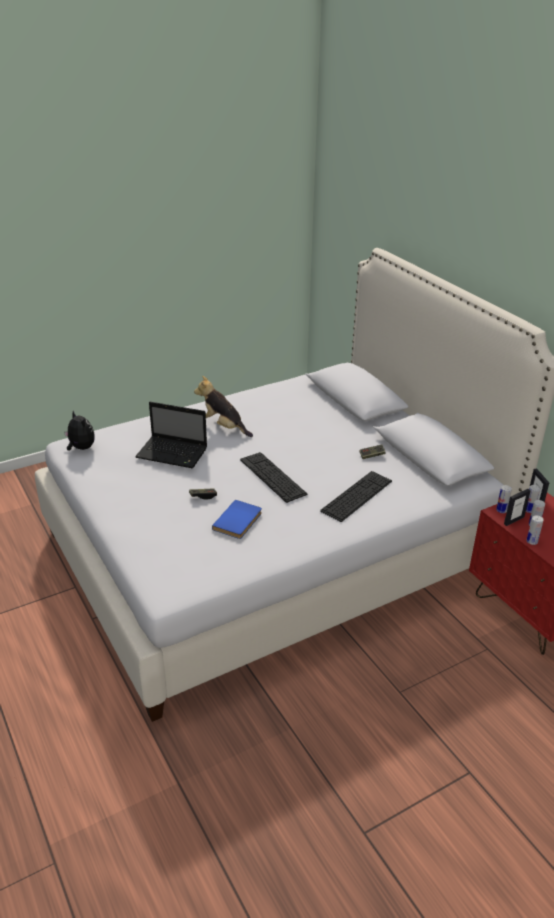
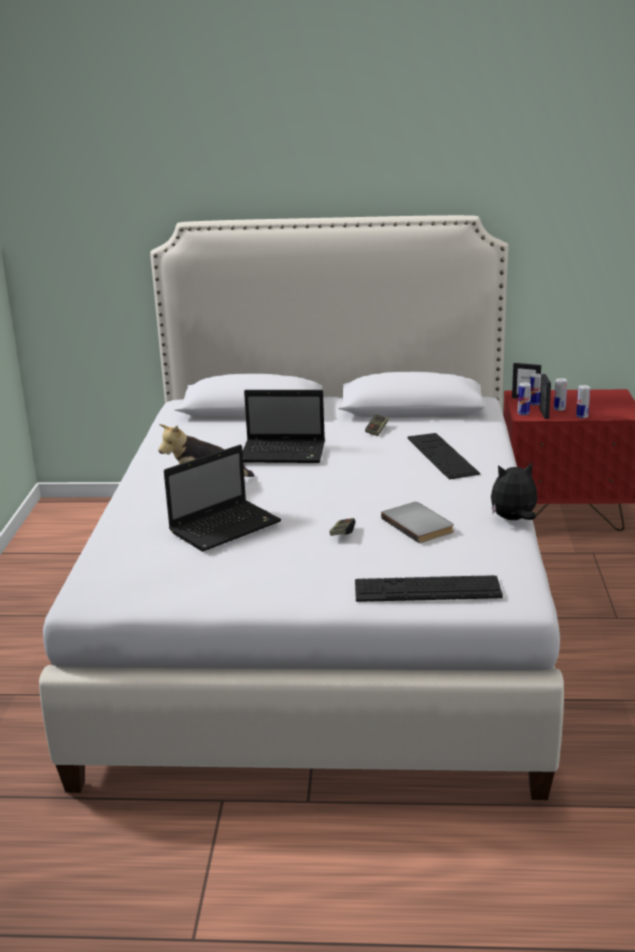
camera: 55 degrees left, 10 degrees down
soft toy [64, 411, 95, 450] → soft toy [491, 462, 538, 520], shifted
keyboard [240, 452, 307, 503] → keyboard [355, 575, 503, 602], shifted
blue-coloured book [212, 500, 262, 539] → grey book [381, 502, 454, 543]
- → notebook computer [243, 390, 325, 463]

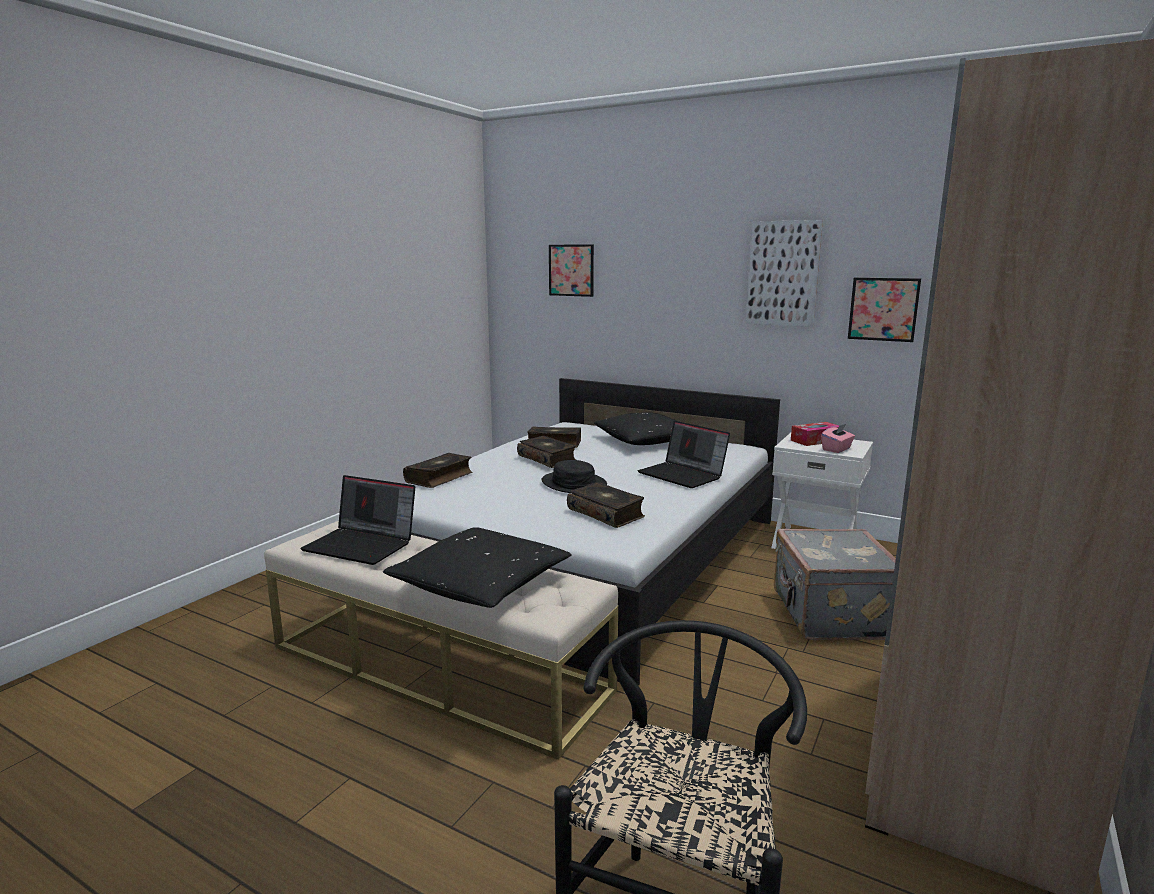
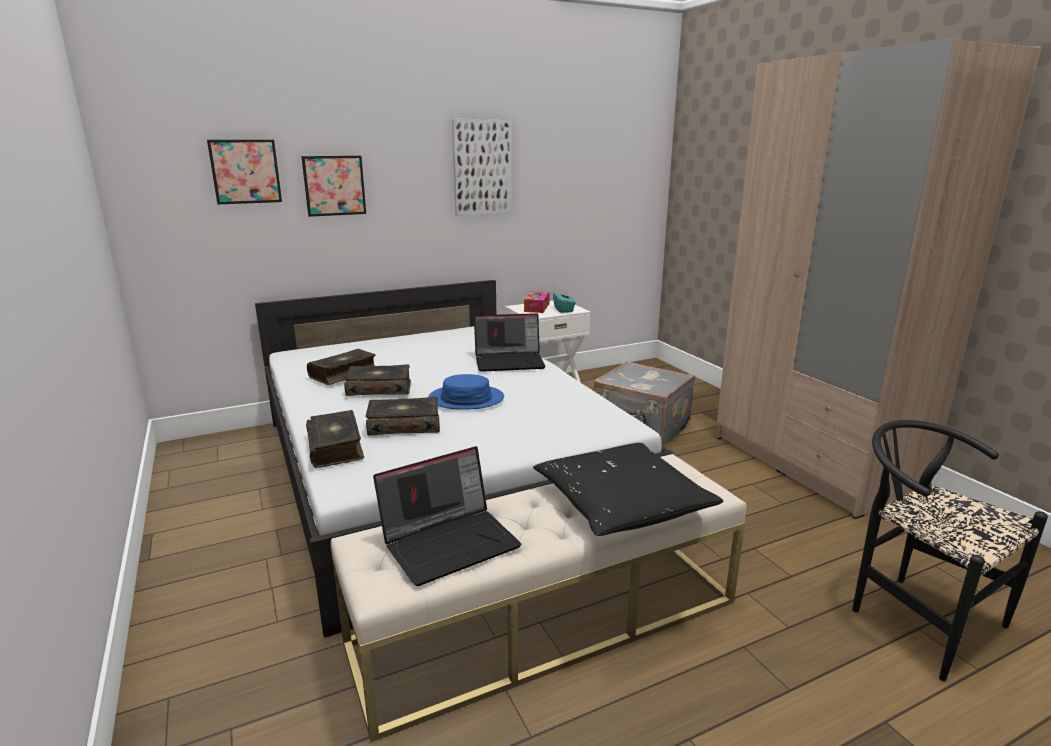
camera: 55 degrees left, 5 degrees up
picture [848, 278, 921, 342] → picture [301, 156, 366, 217], shifted
blackish throw pillow [594, 412, 676, 445] → -
pink tissue holder [821, 423, 855, 453] → turquoise tissue holder [553, 289, 576, 313]
blackish hat [542, 460, 607, 493] → blue-coloured hat [428, 374, 504, 410]
book [567, 482, 645, 528] → book [365, 397, 440, 435], shifted

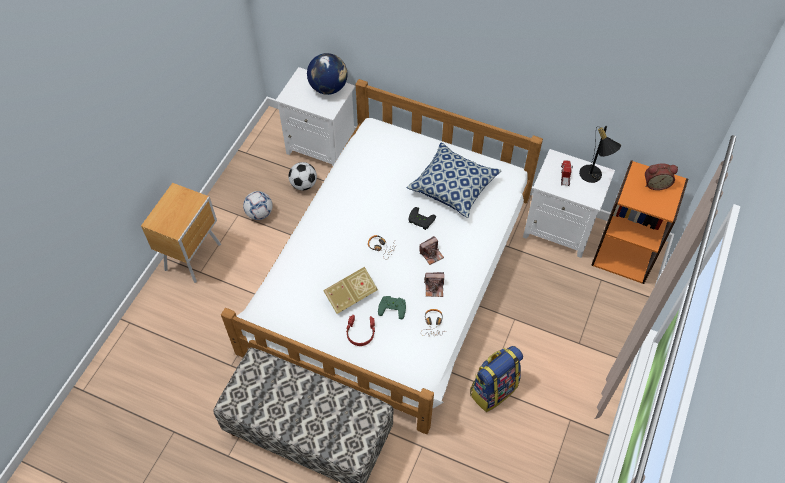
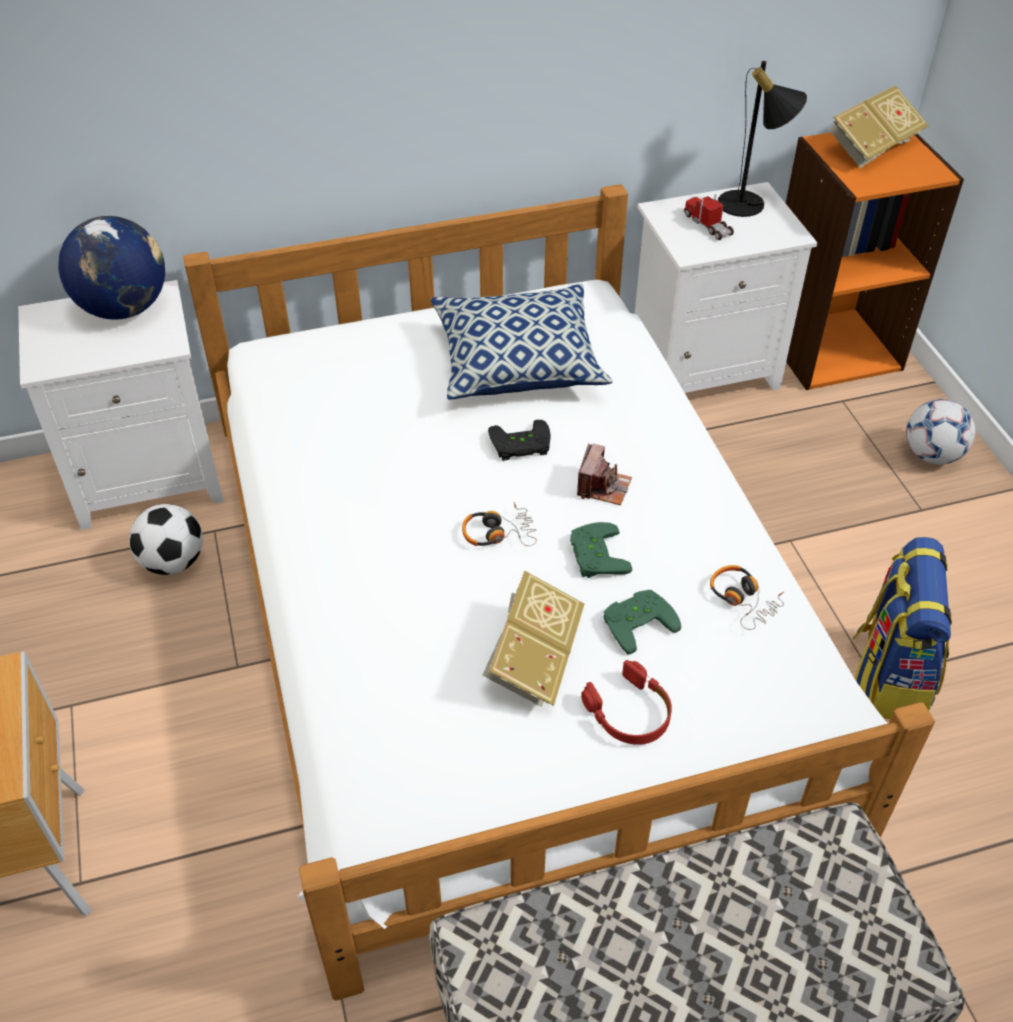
camera: 40 degrees left, 10 degrees down
bedside clock [645, 163, 678, 190] → book [829, 85, 929, 168]
football [243, 191, 272, 220] → football [906, 399, 975, 464], shifted
still camera [424, 272, 444, 297] → -
- → greenish joypad [570, 522, 632, 578]

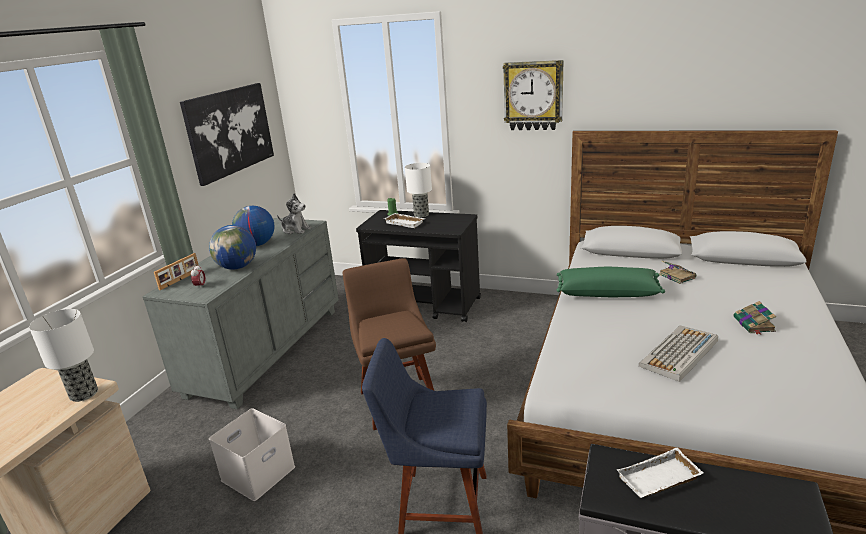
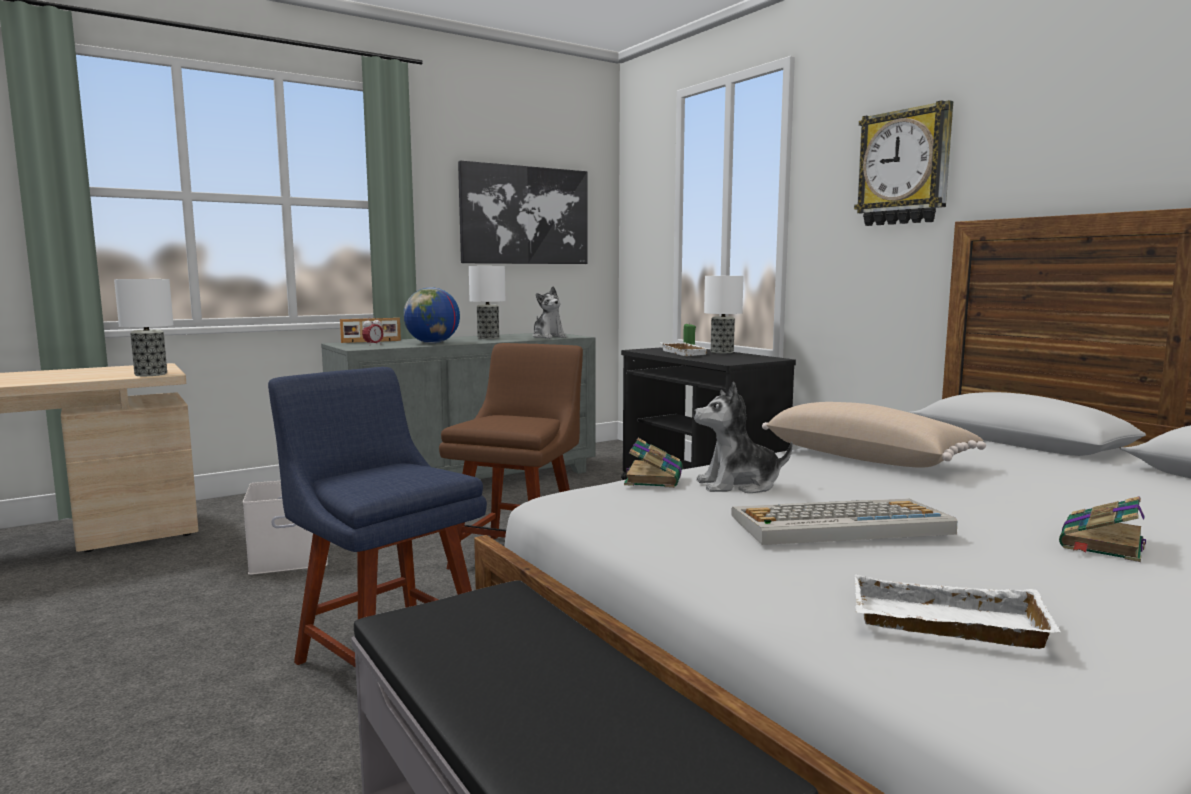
camera: 35 degrees right, 15 degrees down
desk globe [232, 206, 274, 246] → tabletop lamp [469, 266, 505, 339]
book [659, 261, 696, 284] → book [624, 438, 683, 488], shifted
greenish throw pillow [557, 267, 665, 297] → beige-coloured throw pillow [762, 402, 986, 468]
white-coloured tray [617, 448, 703, 498] → white-coloured tray [855, 575, 1061, 649], shifted
- → soft toy [694, 382, 793, 493]

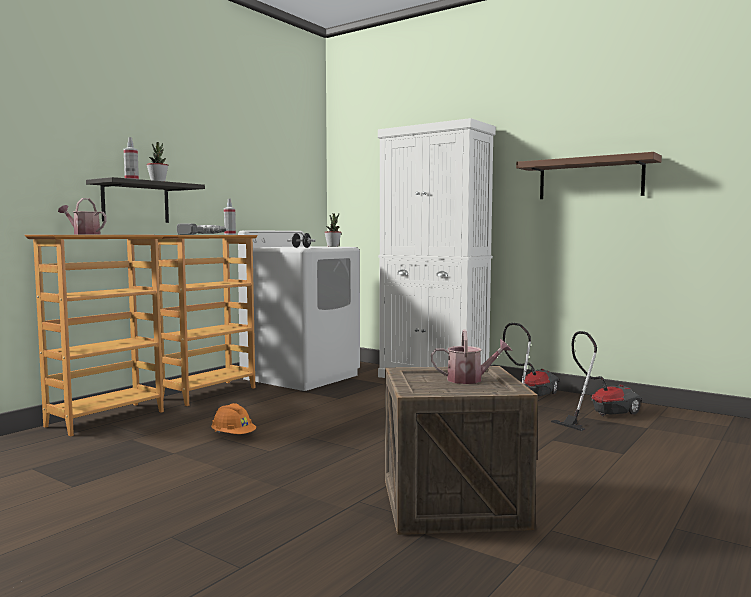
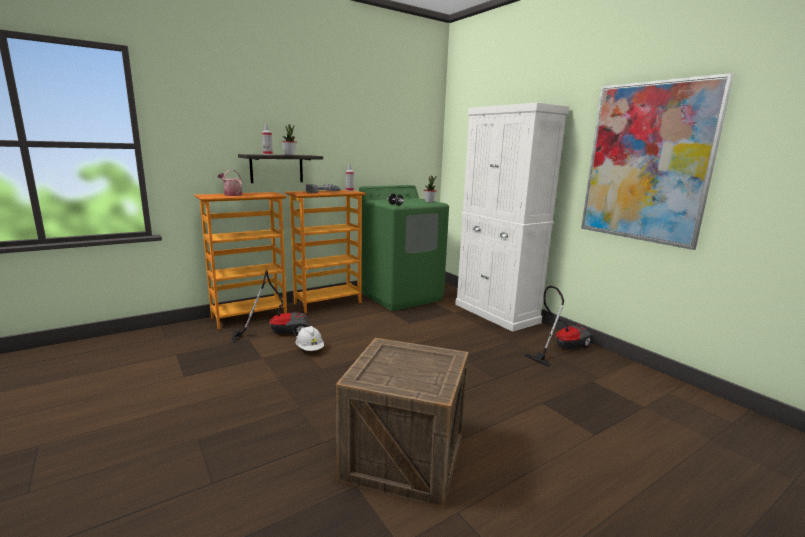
camera: 20 degrees right, 10 degrees up
brown-coloured wall shelf [516, 152, 662, 199] → picture [581, 73, 734, 250]
white-coloured laundry appliance [238, 230, 360, 391] → greenish laundry appliance [359, 185, 449, 311]
sprinkling can [431, 329, 512, 384] → -
hoover [551, 331, 642, 431] → hoover [231, 270, 309, 343], shifted
orange hard hat [211, 403, 256, 434] → white-coloured hard hat [296, 326, 324, 351]

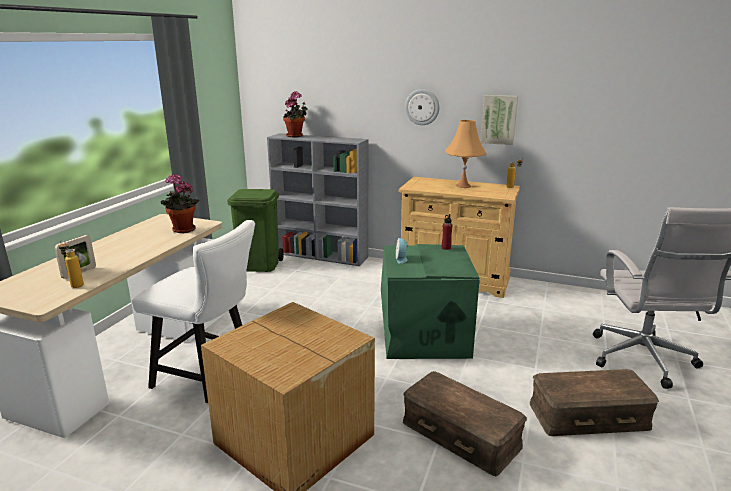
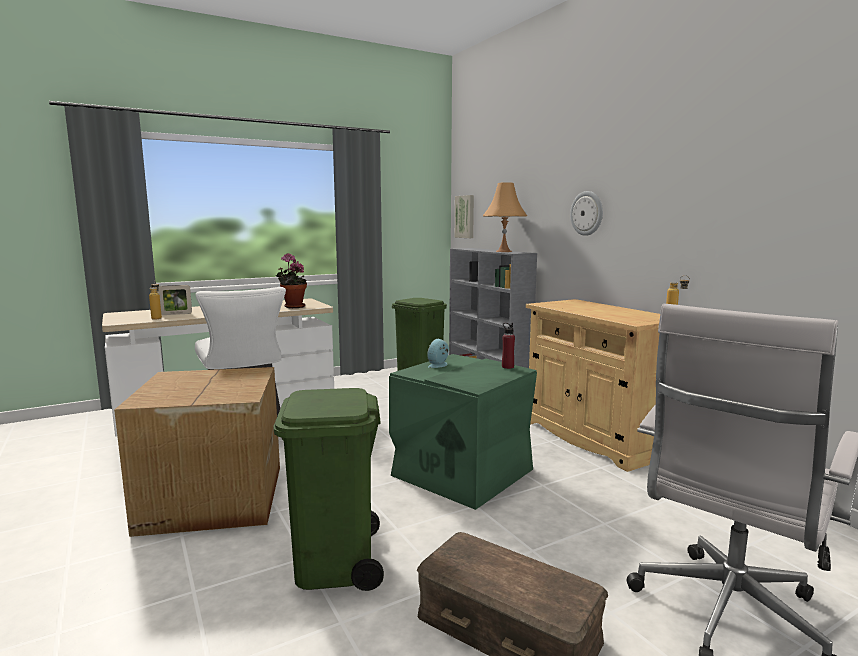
camera: 40 degrees right, 10 degrees down
potted plant [283, 91, 308, 137] → -
picture [481, 95, 518, 145] → picture [455, 195, 474, 238], shifted
orange tabletop lamp [445, 120, 487, 188] → orange tabletop lamp [483, 182, 527, 252], shifted
brown-coloured storage bin [403, 371, 527, 476] → greenish rubbish bin [273, 388, 384, 591]

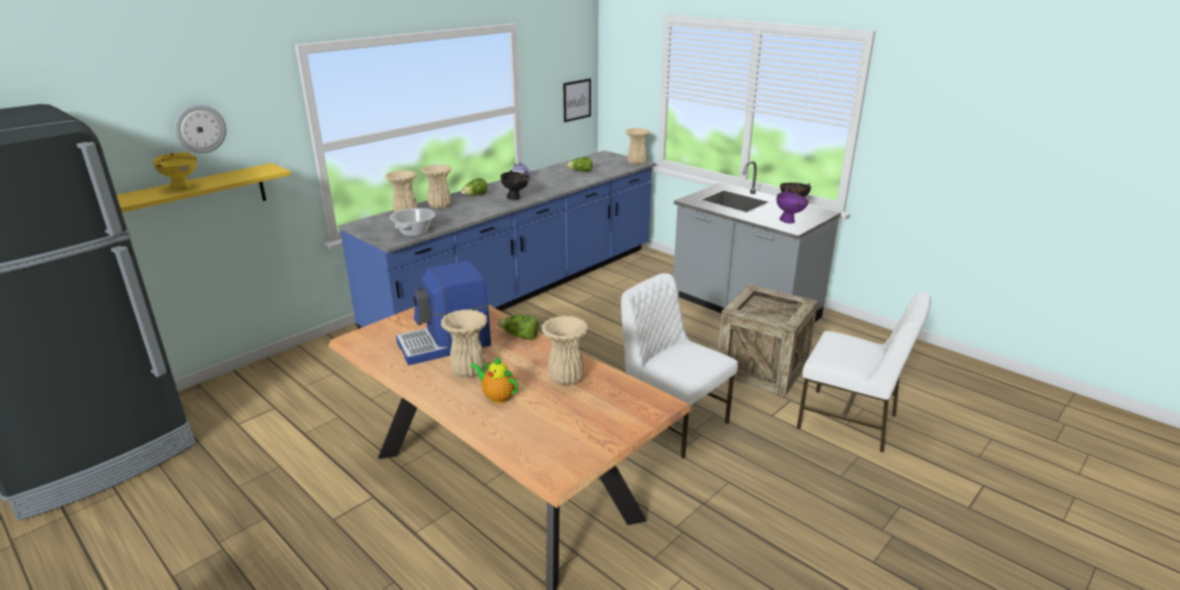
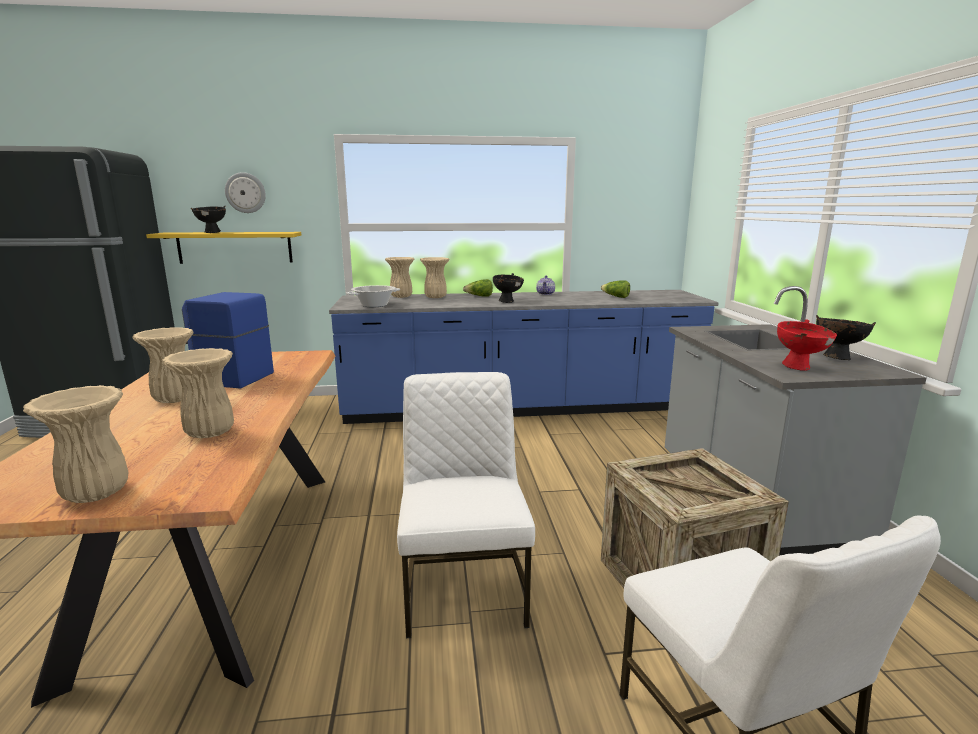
camera: 40 degrees right, 10 degrees down
picture [563, 78, 591, 122] → -
beige-coloured flower vase [625, 128, 650, 165] → beige-coloured flower vase [23, 385, 129, 503], shifted
yellowish serving bowl [153, 151, 197, 190] → blackish serving bowl [191, 206, 226, 233]
purple-coloured serving bowl [776, 190, 809, 223] → red serving bowl [777, 319, 837, 371]
lettuce head [498, 315, 539, 340] → -
tea pot [470, 356, 518, 403] → -

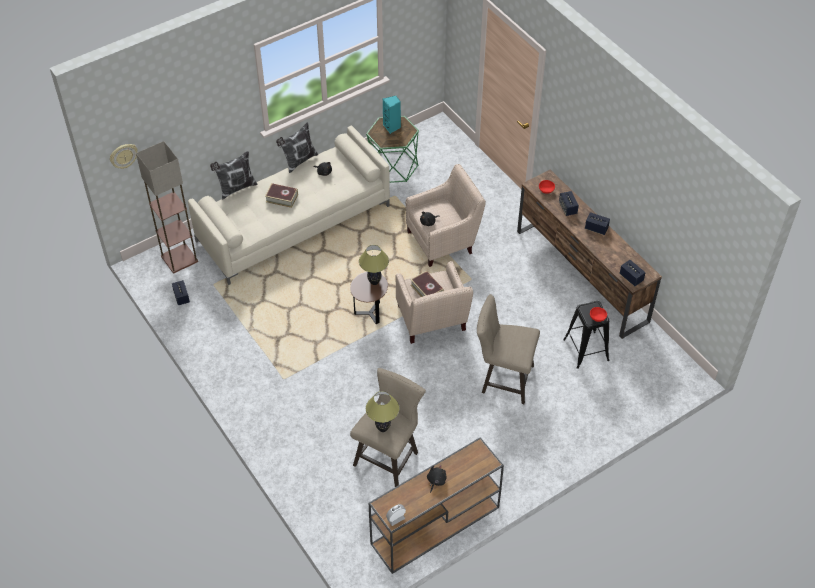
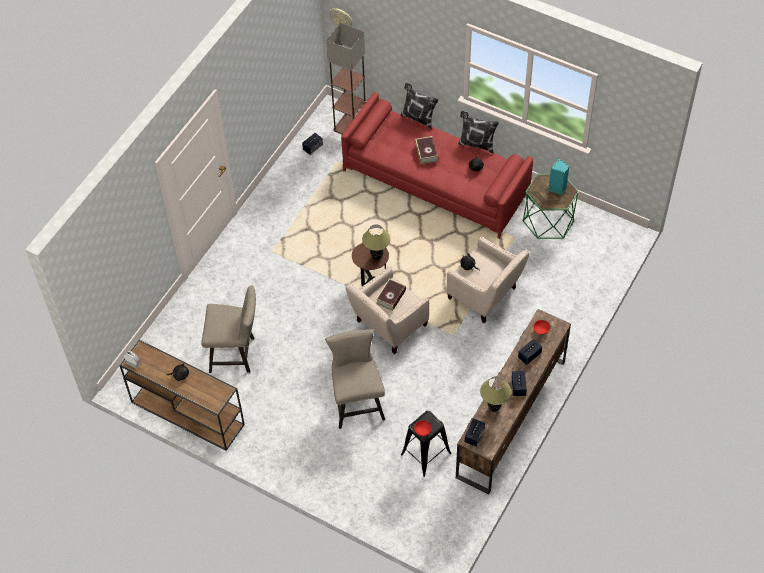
camera: 65 degrees right, 5 degrees up
beige-coloured couch [188, 126, 390, 285] → red couch [341, 92, 533, 239]
tabletop lamp [366, 391, 399, 432] → tabletop lamp [480, 376, 511, 412], shifted

